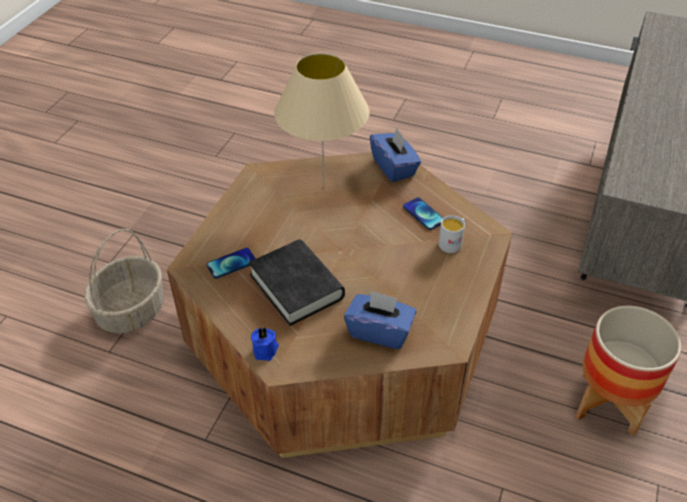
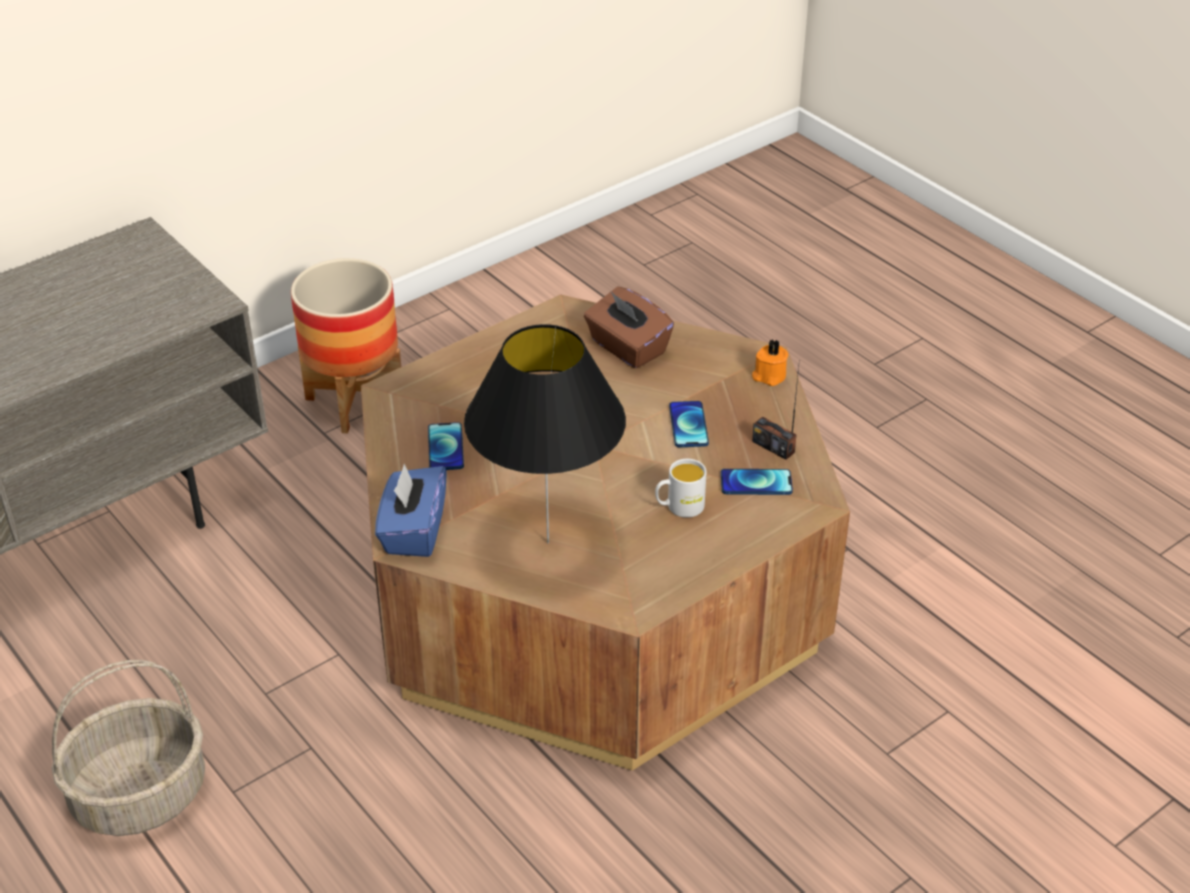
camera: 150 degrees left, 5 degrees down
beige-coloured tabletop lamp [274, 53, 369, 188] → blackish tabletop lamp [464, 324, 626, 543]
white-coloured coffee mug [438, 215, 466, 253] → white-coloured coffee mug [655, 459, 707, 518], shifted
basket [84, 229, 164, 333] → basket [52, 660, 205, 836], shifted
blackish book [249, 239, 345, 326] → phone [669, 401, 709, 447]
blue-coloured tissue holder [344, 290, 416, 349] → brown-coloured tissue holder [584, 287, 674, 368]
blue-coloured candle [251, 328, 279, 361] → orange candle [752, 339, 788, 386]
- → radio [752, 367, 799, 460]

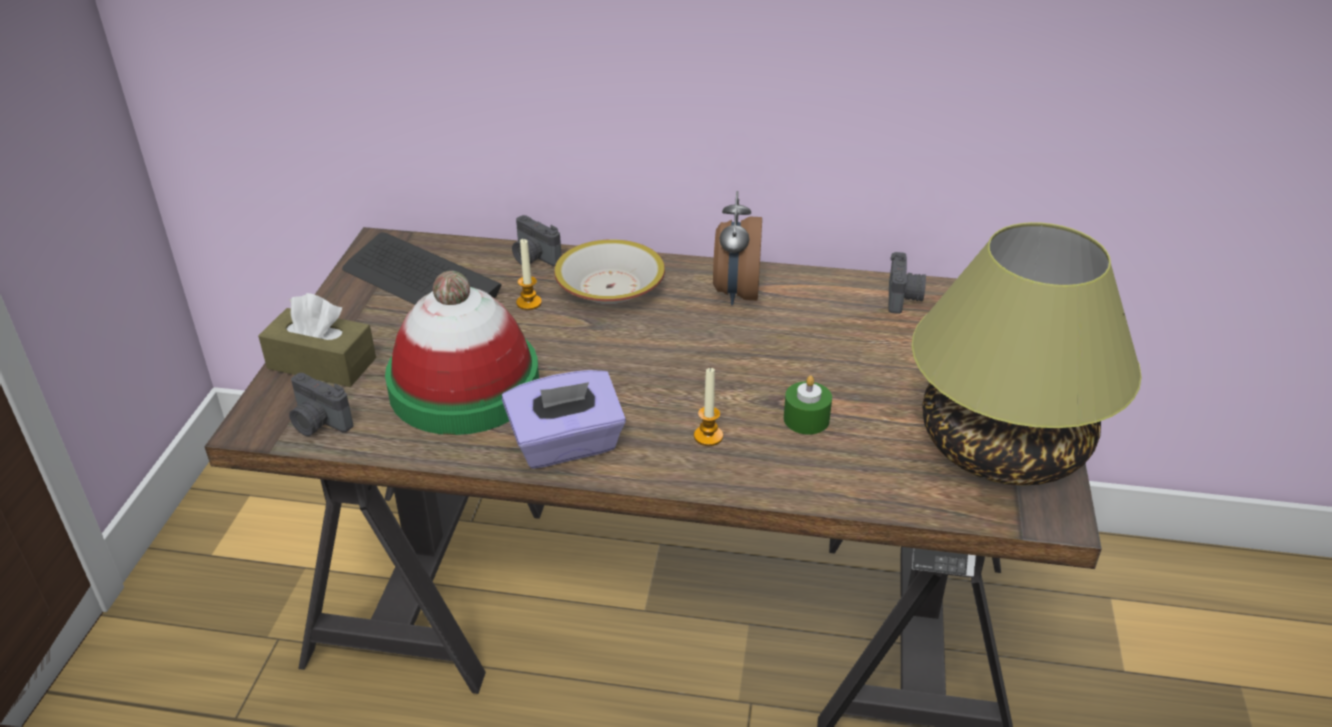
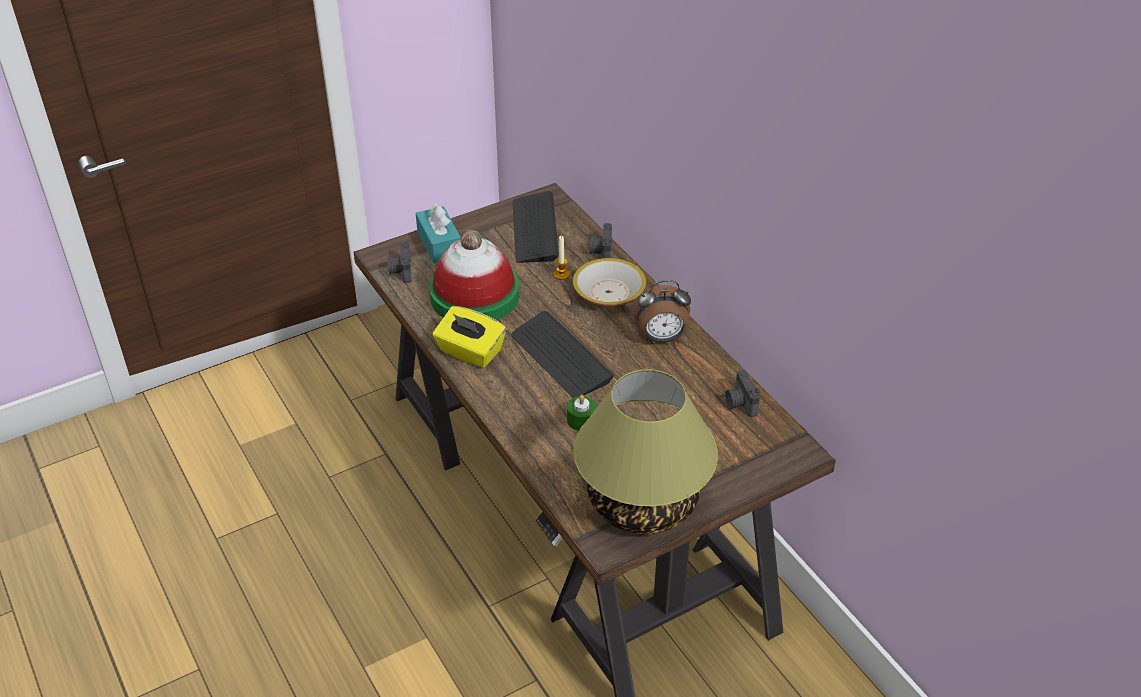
camera: 50 degrees right, 5 degrees up
bedside clock [713, 191, 762, 305] → bedside clock [633, 280, 691, 343], 150 degrees counterclockwise
still camera [889, 252, 926, 314] → still camera [725, 370, 760, 417], 105 degrees clockwise
brown-coloured tissue holder [258, 293, 376, 387] → turquoise tissue holder [416, 203, 461, 263]
candle [694, 367, 723, 446] → -
purple-coloured tissue holder [502, 370, 626, 469] → yellowish tissue holder [433, 306, 506, 368]
- → keyboard [511, 311, 614, 398]

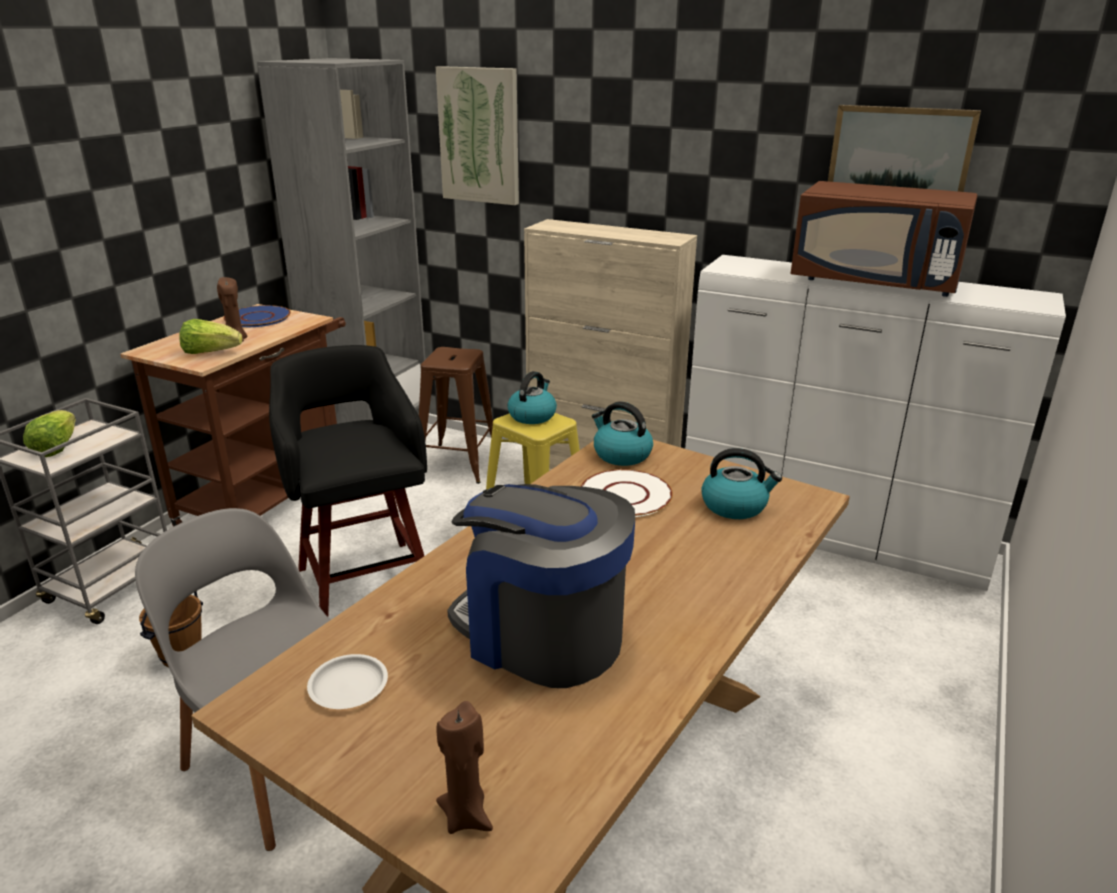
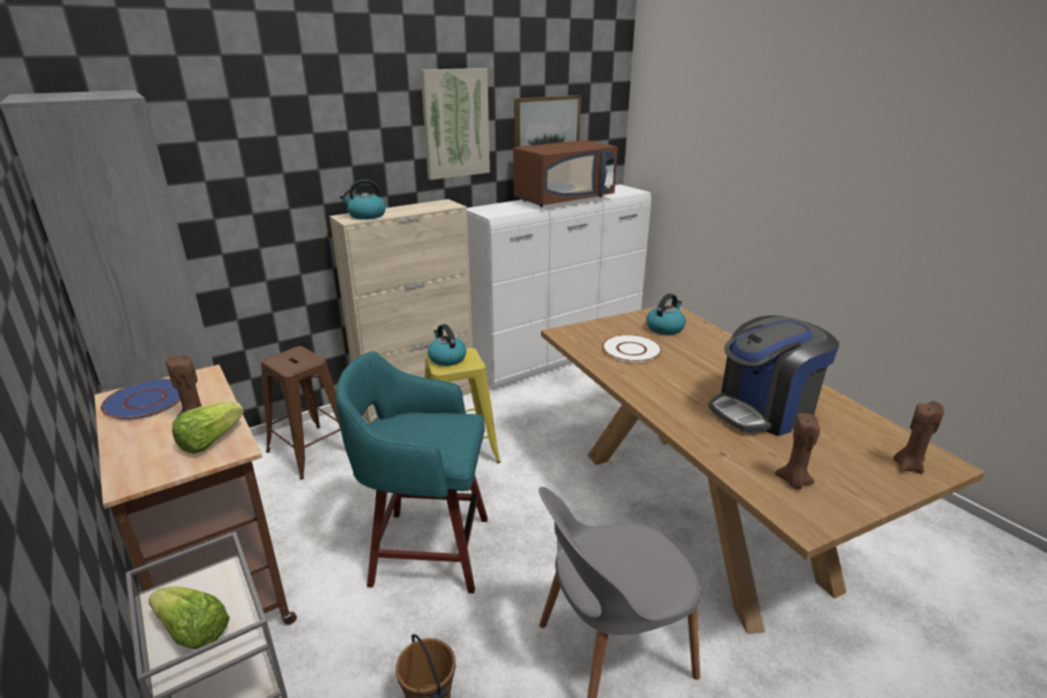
camera: 60 degrees left, 0 degrees up
picture [436, 66, 519, 205] → picture [421, 68, 490, 180], shifted
blackish sitting stool [269, 345, 427, 616] → turquoise sitting stool [336, 351, 488, 594]
kettle [592, 402, 653, 466] → kettle [340, 179, 386, 220], shifted
white-coloured dinner plate [307, 654, 388, 709] → brown-coloured candle [775, 413, 820, 489]

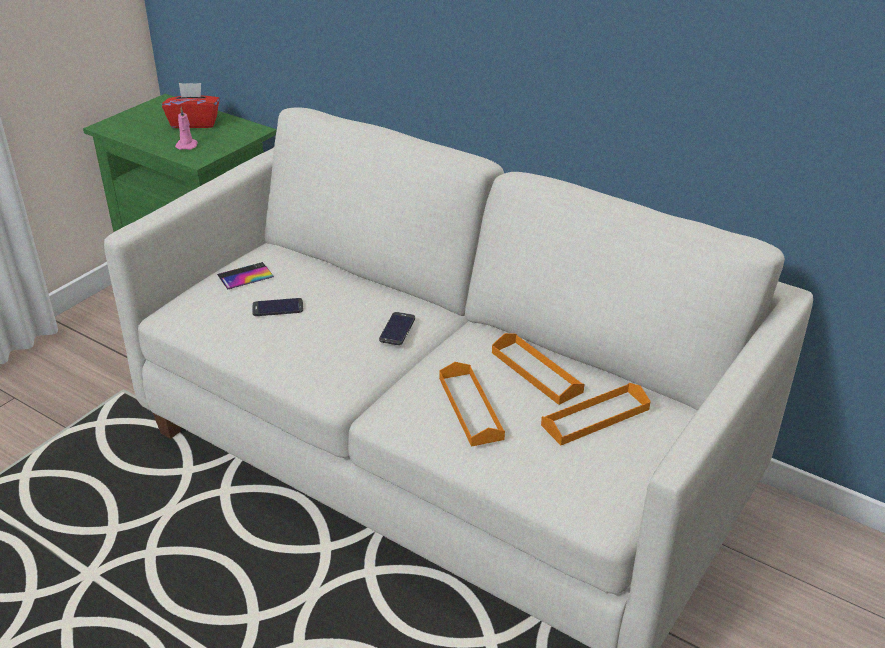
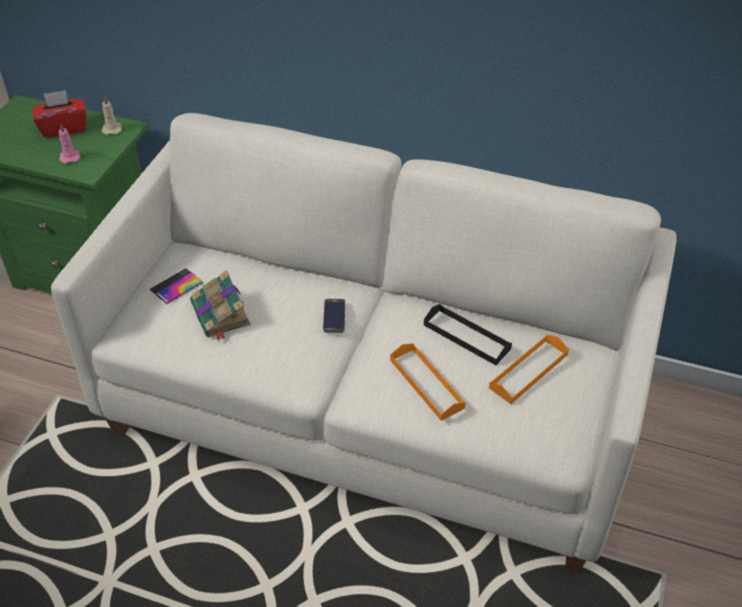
camera: 15 degrees left, 10 degrees up
phone [252, 298, 303, 316] → book [190, 271, 251, 341]
orange tray [492, 333, 584, 405] → blackish tray [424, 304, 512, 365]
- → beige-coloured candle [102, 96, 122, 135]

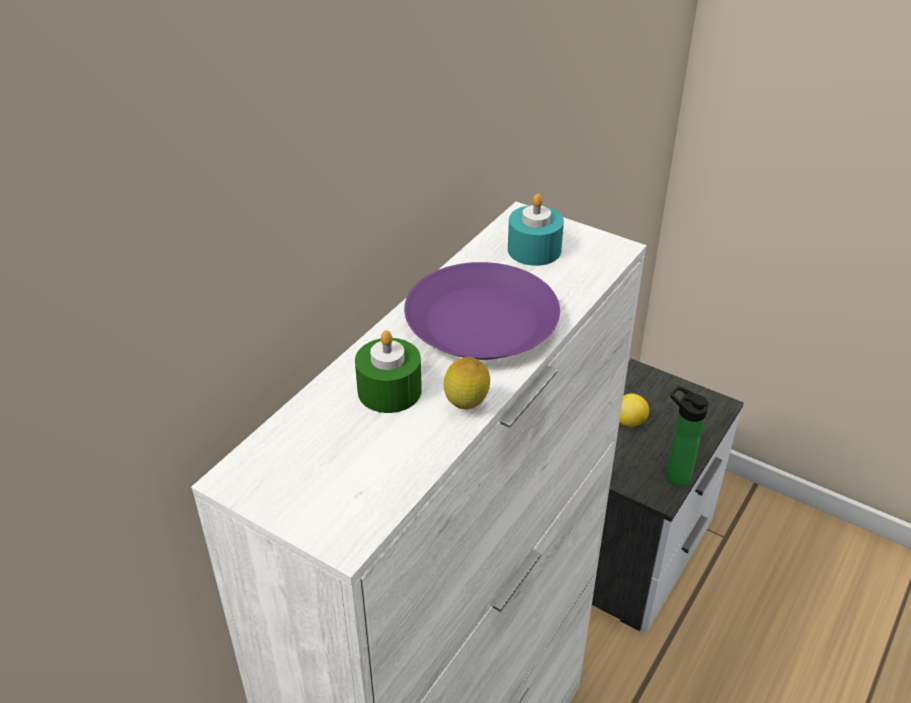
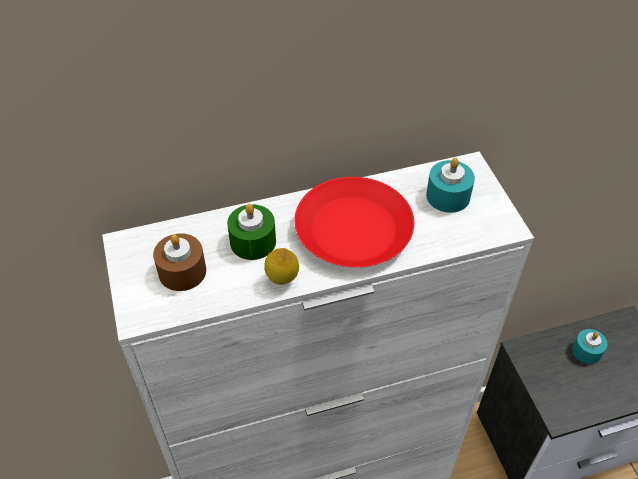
camera: 40 degrees right, 10 degrees up
purple-coloured dinner plate [404, 262, 560, 360] → red dinner plate [294, 177, 414, 267]
beverage bottle [666, 386, 709, 486] → -
whole lemon [619, 393, 649, 427] → turquoise candle [572, 329, 607, 364]
- → brown-coloured candle [153, 233, 206, 291]

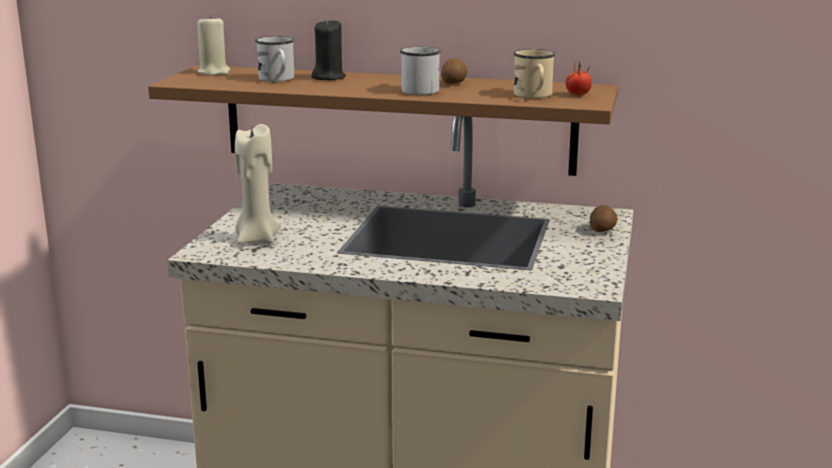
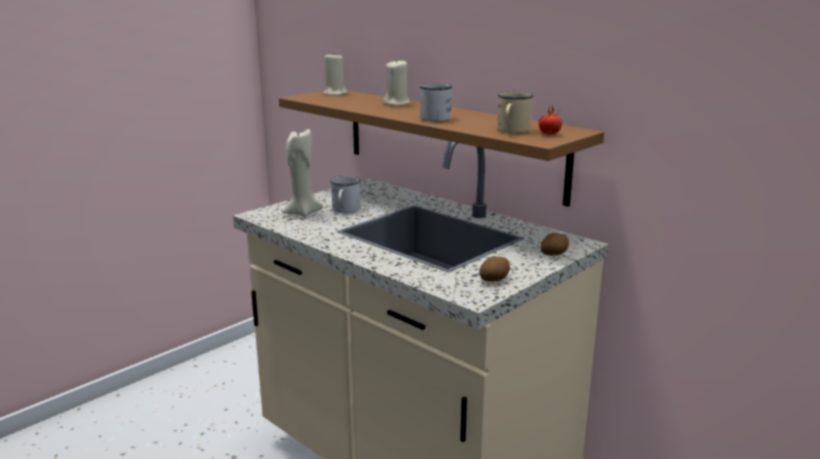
camera: 30 degrees right, 0 degrees up
blackish candle [311, 18, 346, 80] → beige-coloured candle [383, 59, 410, 106]
white-coloured coffee mug [255, 36, 295, 82] → white-coloured coffee mug [330, 176, 361, 213], shifted
whole potato [441, 58, 468, 84] → whole potato [479, 256, 510, 282], shifted

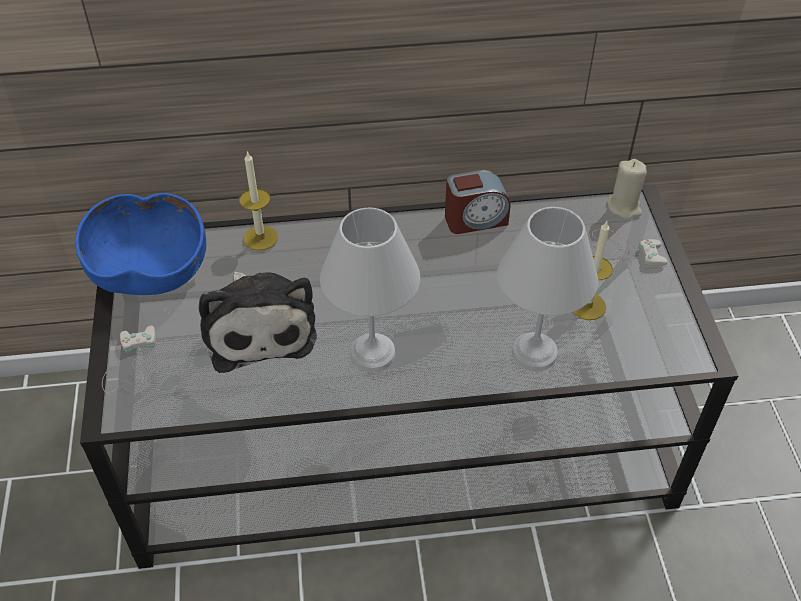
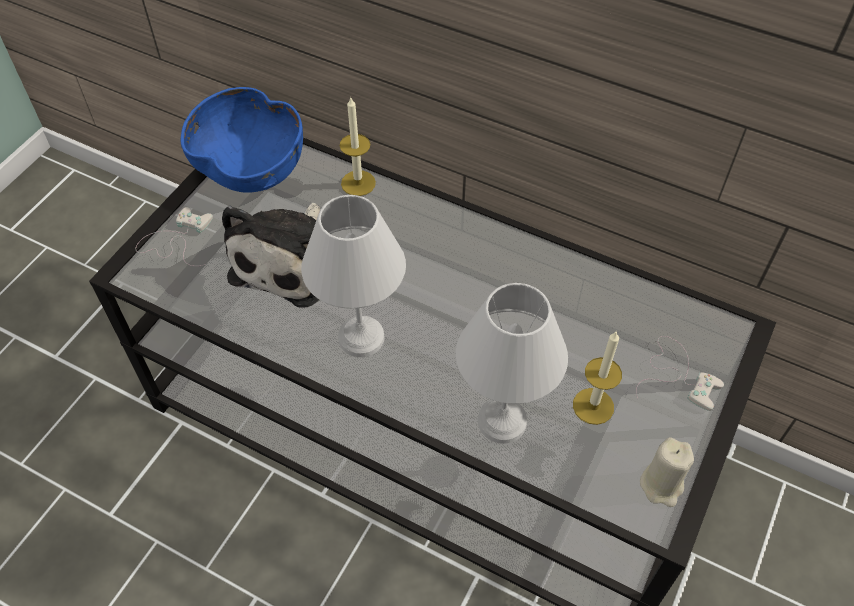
camera: 35 degrees right, 5 degrees up
beige-coloured candle [608, 159, 647, 219] → beige-coloured candle [640, 437, 694, 507], shifted
bedside clock [445, 170, 511, 234] → -

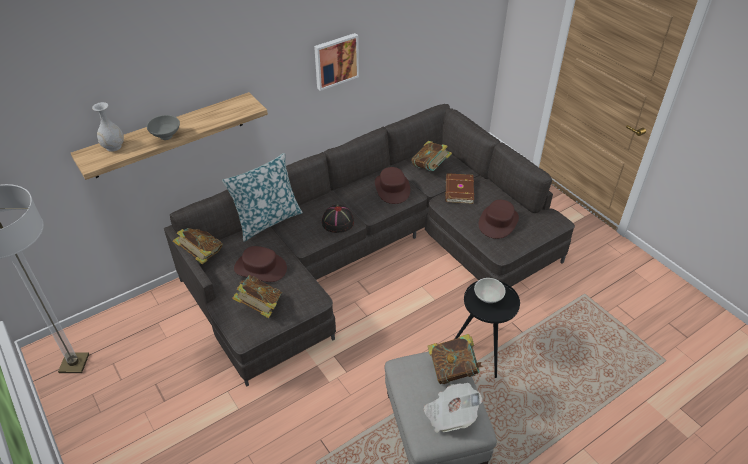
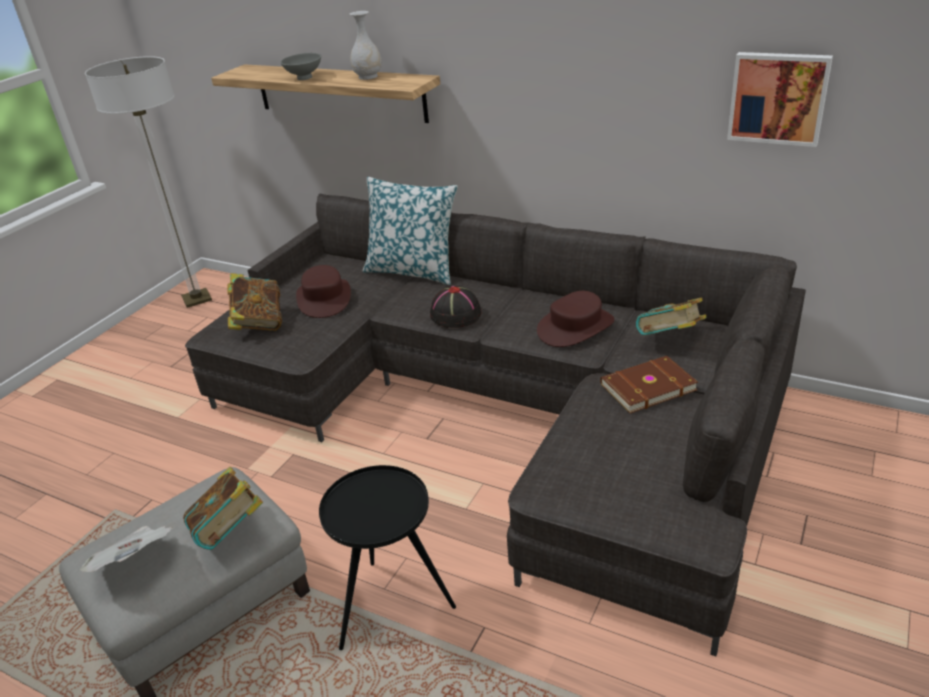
camera: 65 degrees right, 10 degrees down
picture [314, 33, 359, 91] → picture [727, 52, 833, 147], shifted
white-coloured flower vase [92, 102, 124, 152] → white-coloured flower vase [349, 11, 382, 80], shifted
brown-coloured hat [479, 200, 519, 239] → -
book [173, 228, 223, 264] → -
white-coloured serving bowl [474, 278, 505, 303] → -

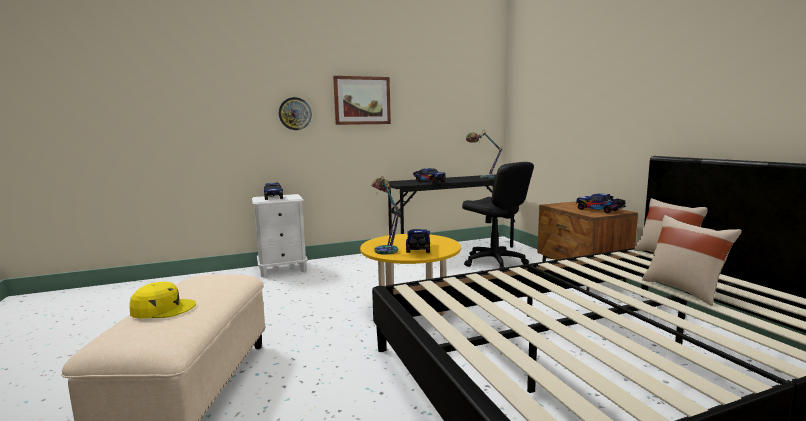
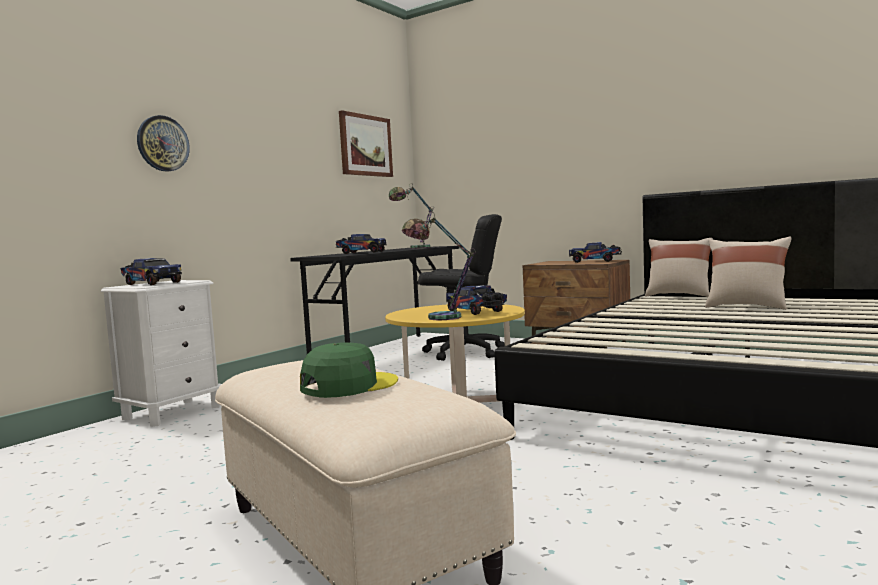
camera: 35 degrees left, 5 degrees down
picture [333, 76, 391, 125] → picture [339, 110, 393, 177], shifted
yellowish peaked cap [129, 282, 196, 318] → greenish peaked cap [300, 342, 398, 398]

